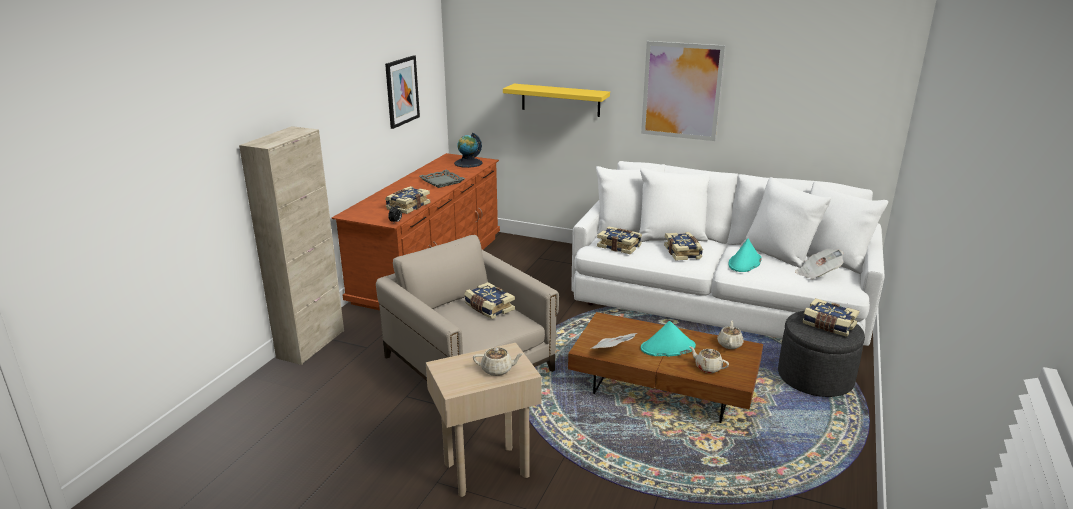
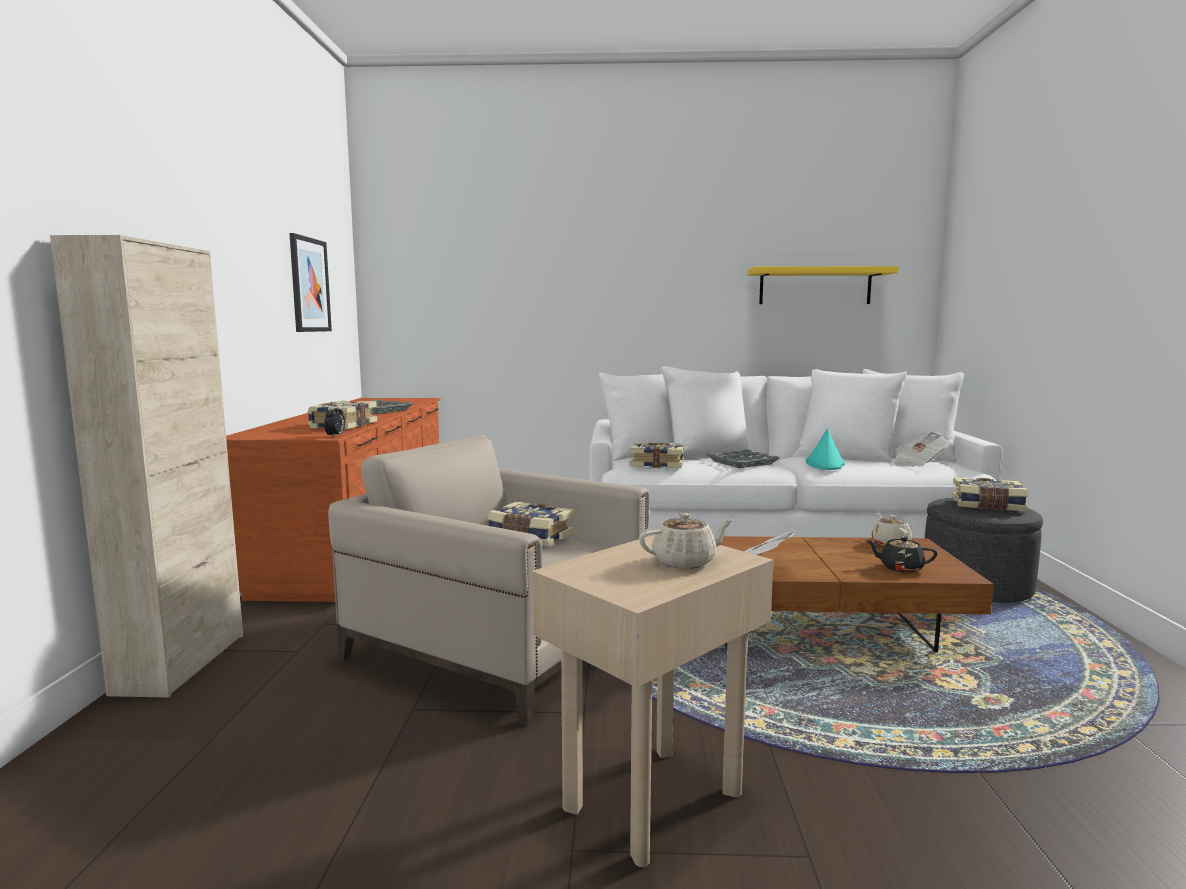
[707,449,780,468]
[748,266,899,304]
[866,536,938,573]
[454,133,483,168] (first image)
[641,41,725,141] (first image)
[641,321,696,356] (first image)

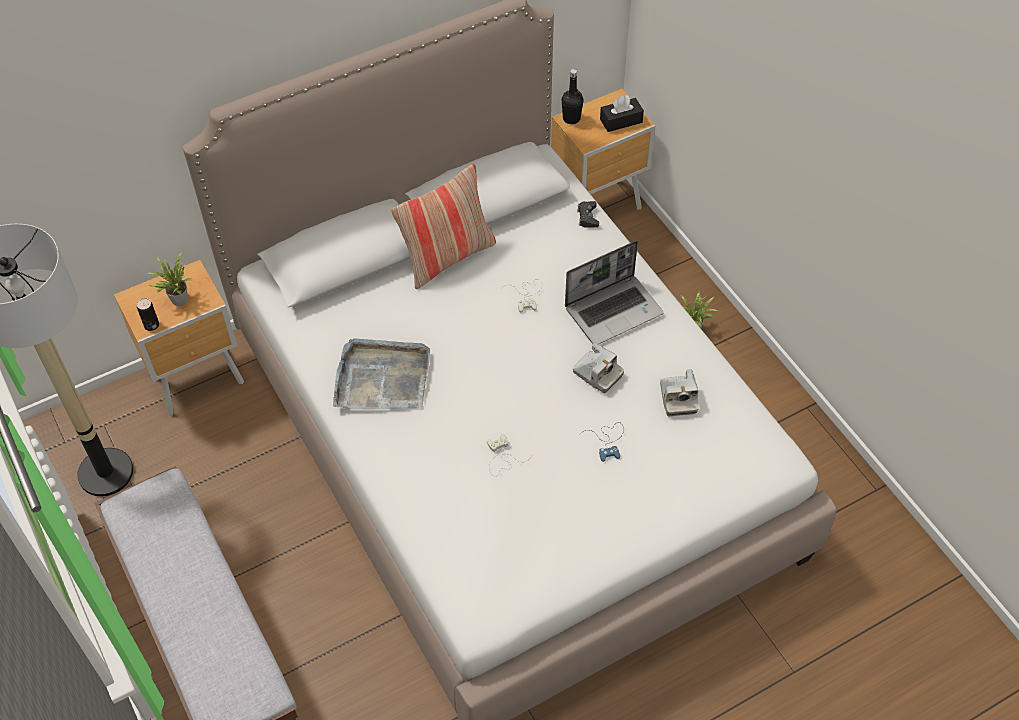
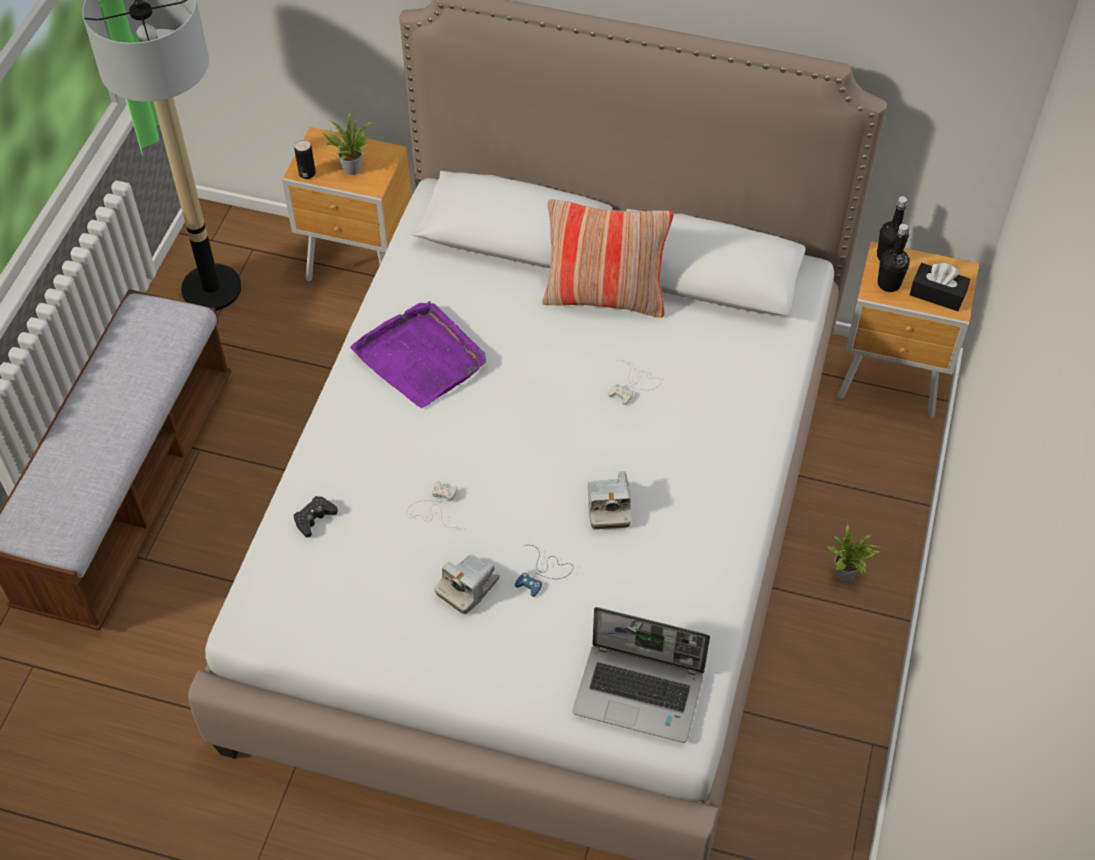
[293,496,338,537]
[350,301,486,408]
[434,554,500,614]
[573,607,710,743]
[877,224,910,292]

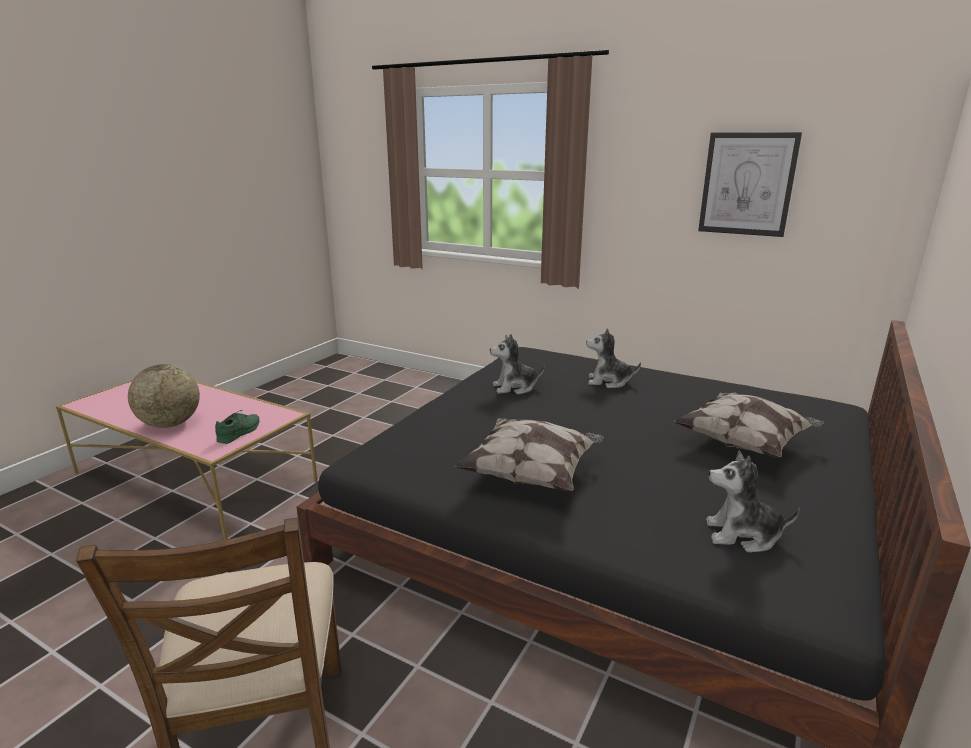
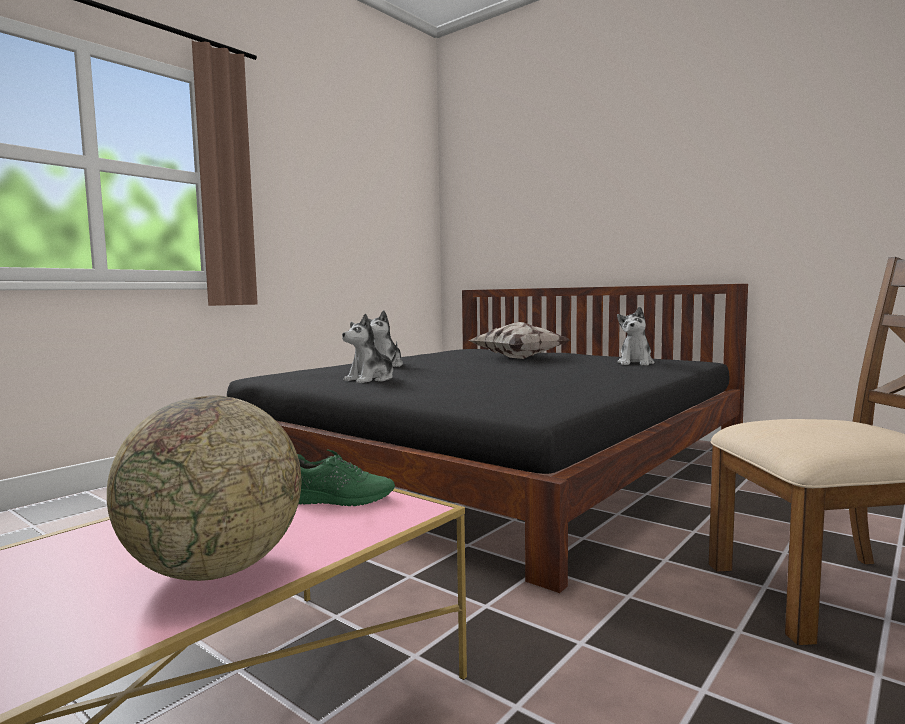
[297,450,395,506]
[342,314,397,383]
[455,418,604,491] (first image)
[698,132,802,237] (first image)

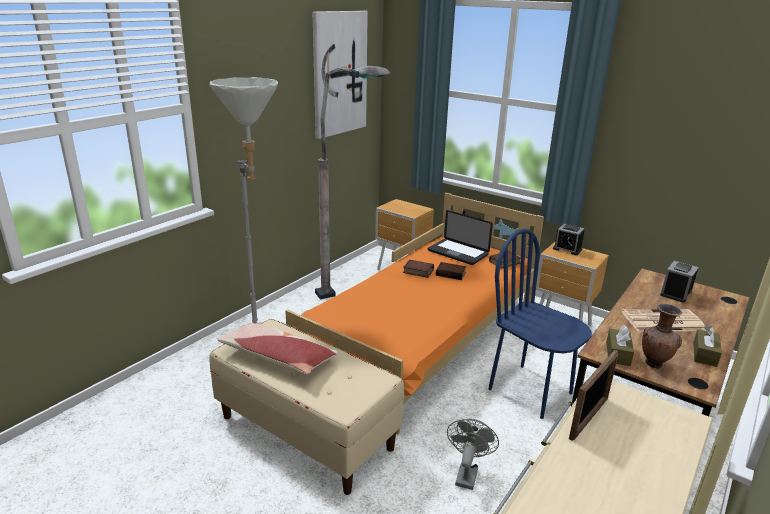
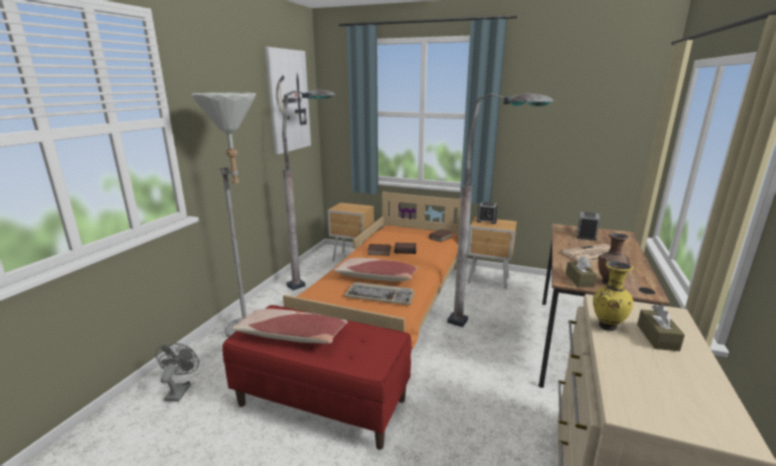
[156,343,199,402]
[222,305,411,450]
[334,258,418,281]
[344,282,414,305]
[447,93,553,327]
[593,261,633,331]
[637,304,685,351]
[428,210,493,265] (first image)

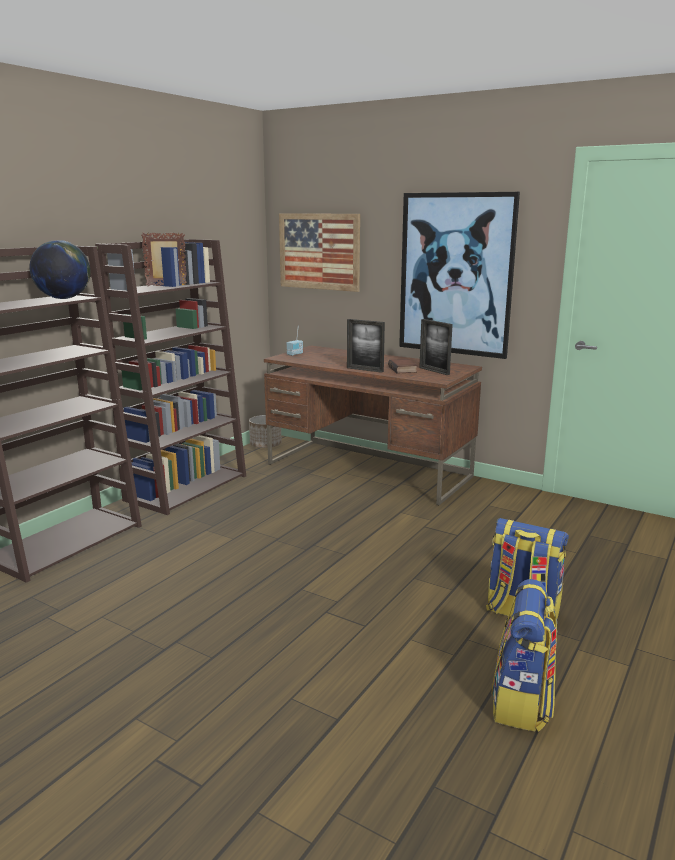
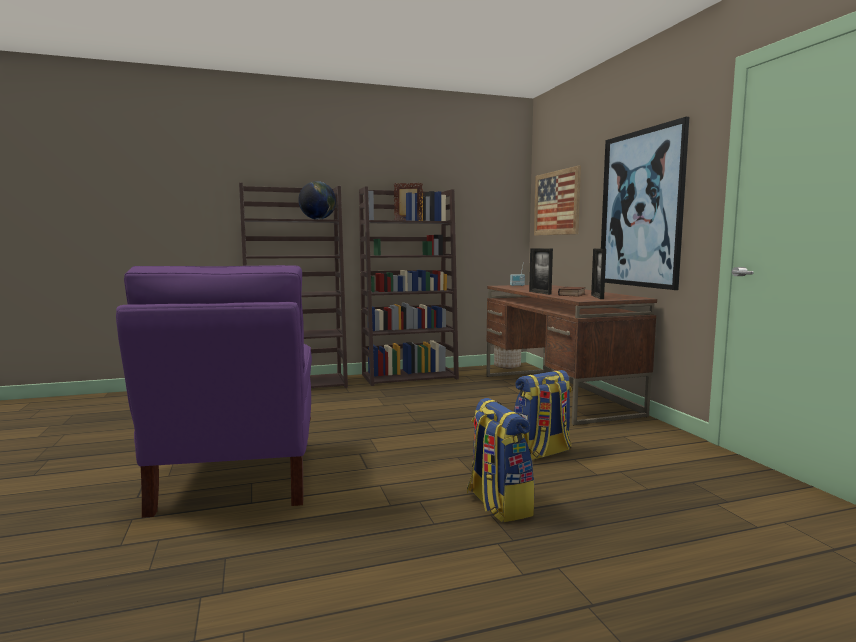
[116,265,312,518]
[514,370,572,460]

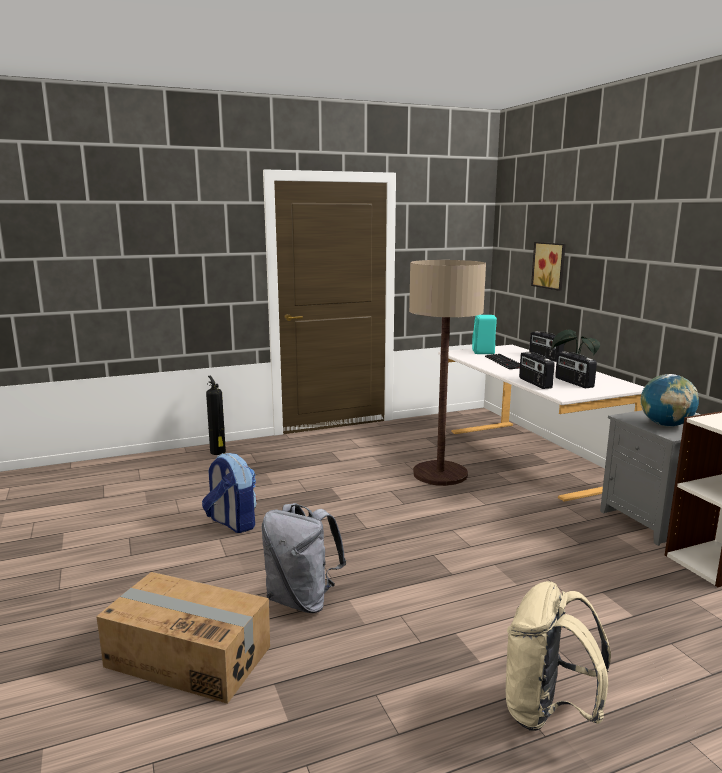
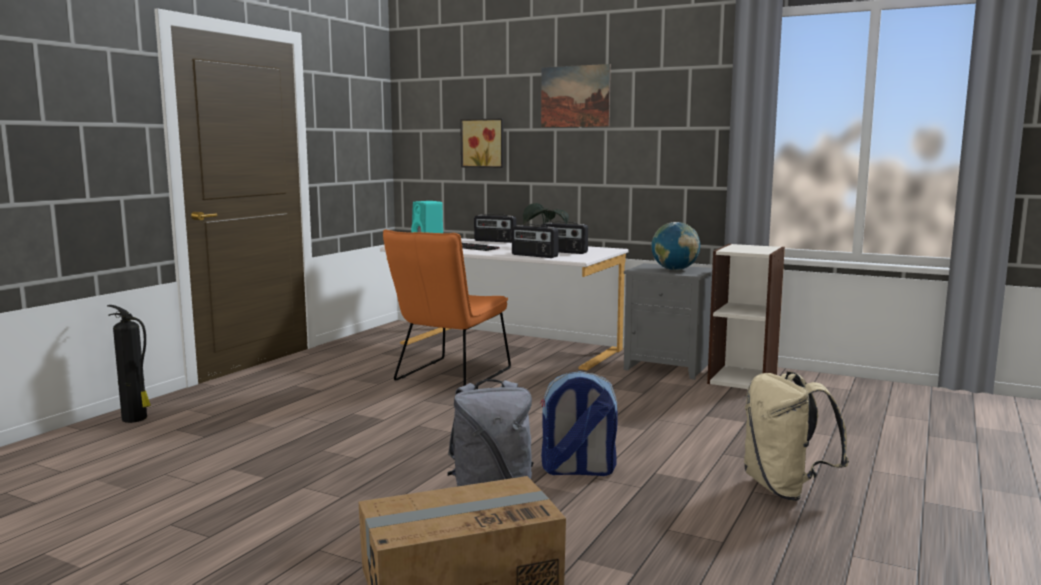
[383,229,511,386]
[540,371,618,476]
[541,64,611,127]

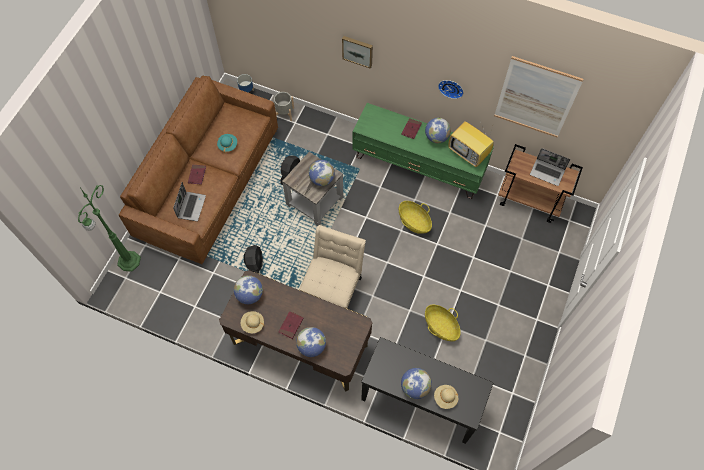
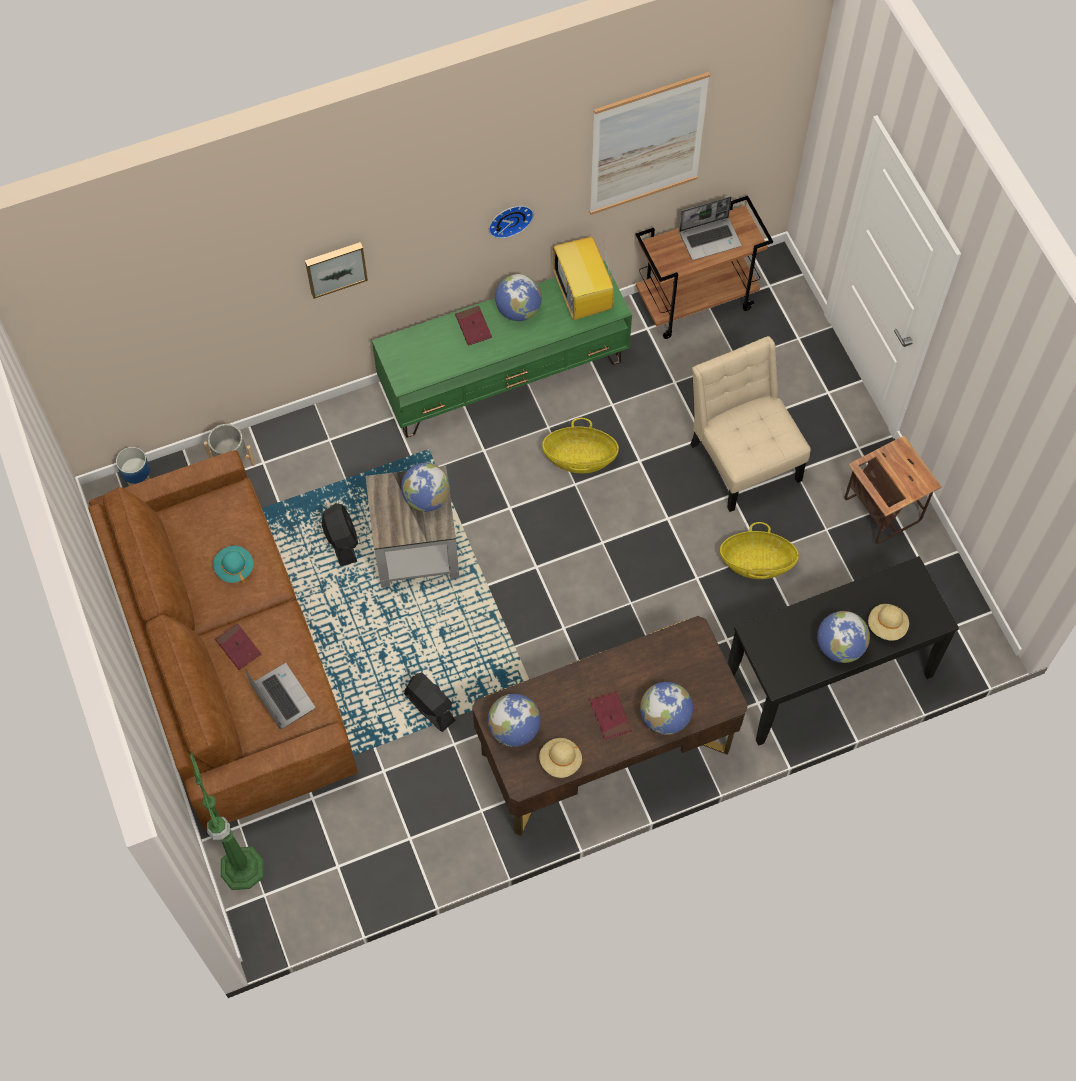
[553,236,614,320]
[690,336,811,512]
[844,436,942,544]

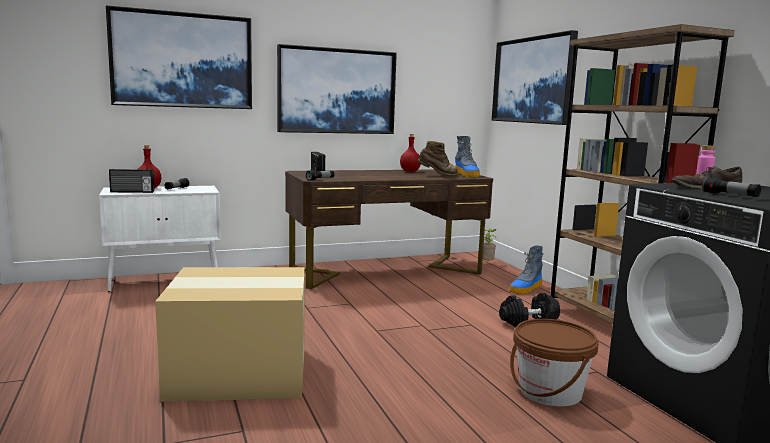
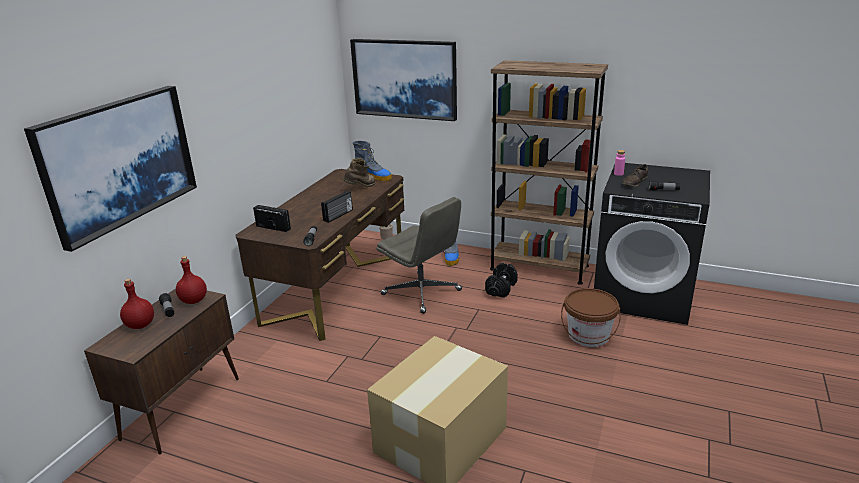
[84,288,239,454]
[176,256,207,304]
[321,191,353,223]
[376,197,462,314]
[277,44,397,134] (first image)

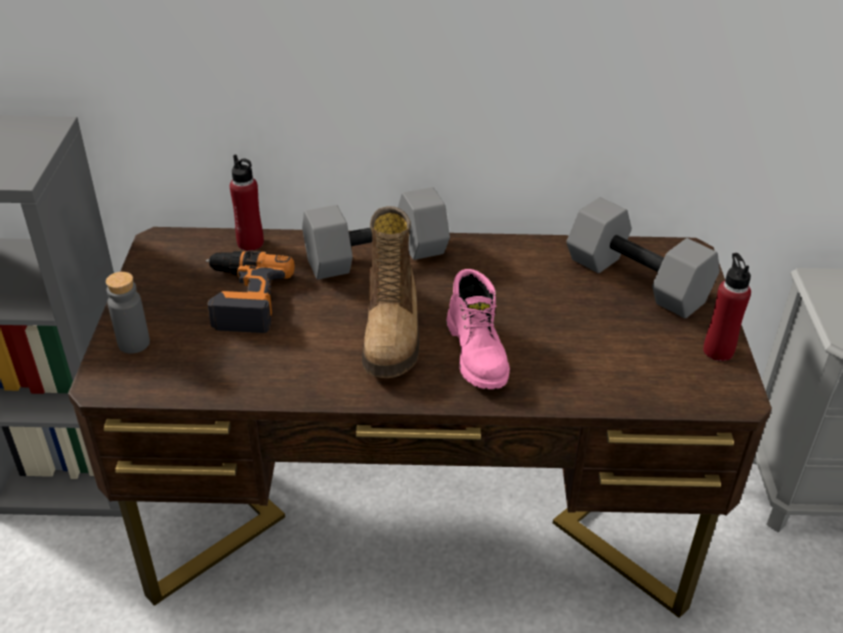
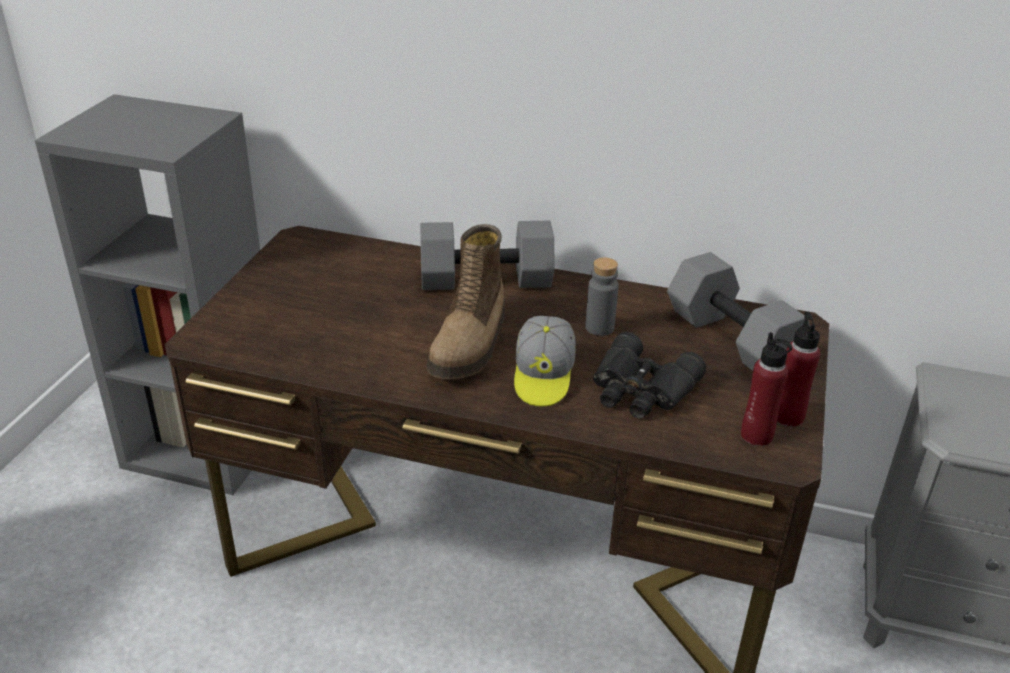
[514,316,575,407]
[585,257,619,336]
[593,331,706,419]
[741,332,792,446]
[206,251,295,333] (first image)

